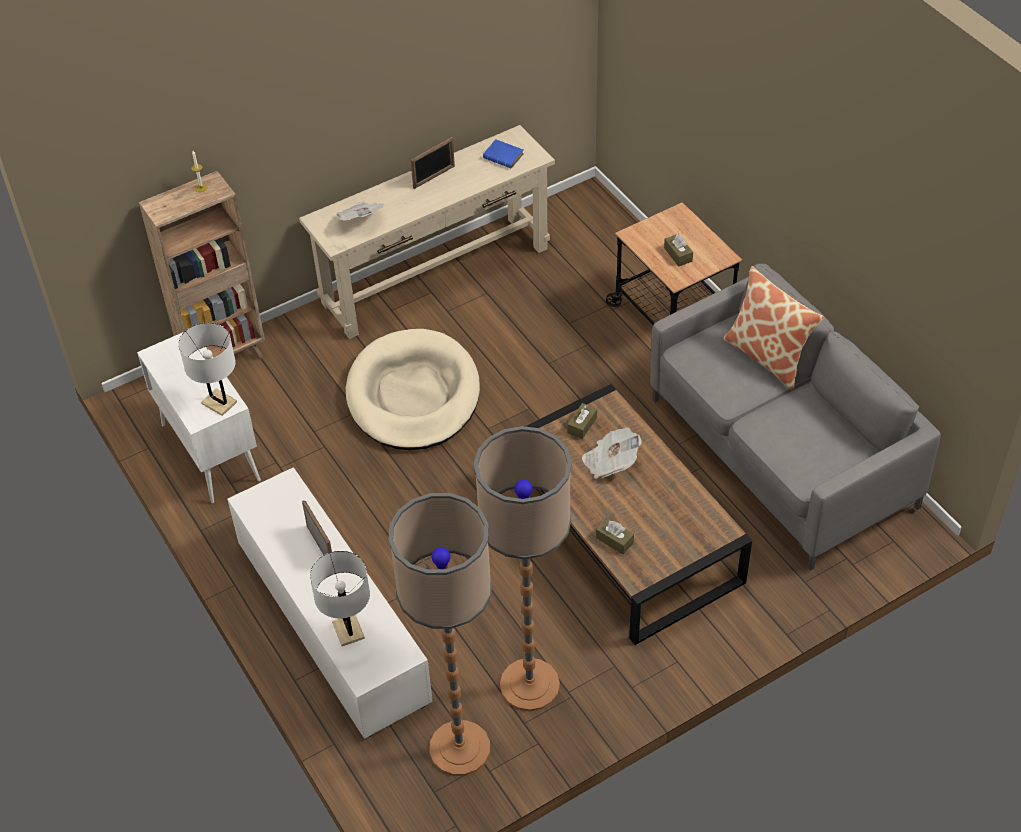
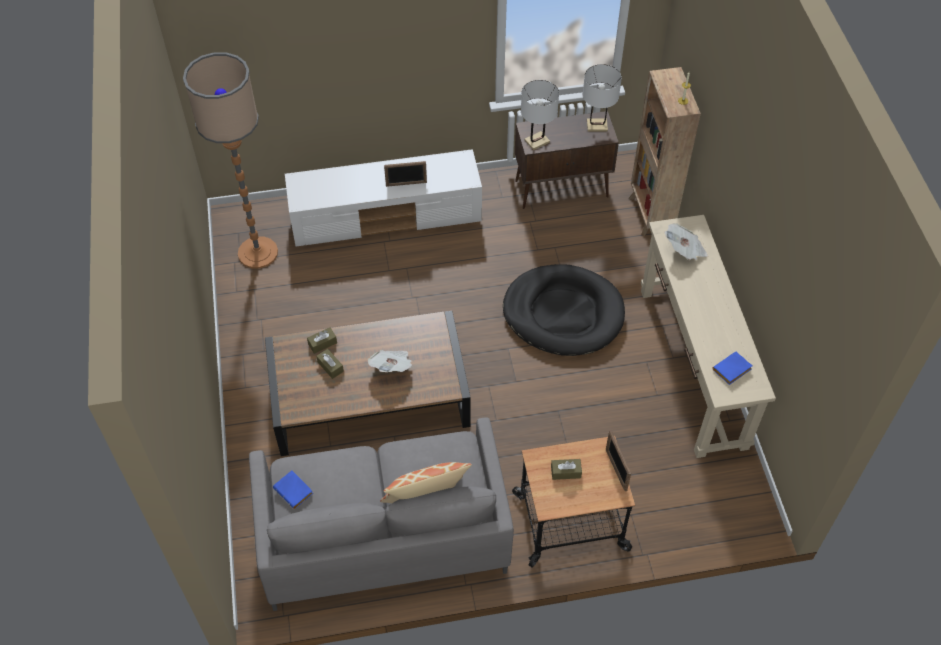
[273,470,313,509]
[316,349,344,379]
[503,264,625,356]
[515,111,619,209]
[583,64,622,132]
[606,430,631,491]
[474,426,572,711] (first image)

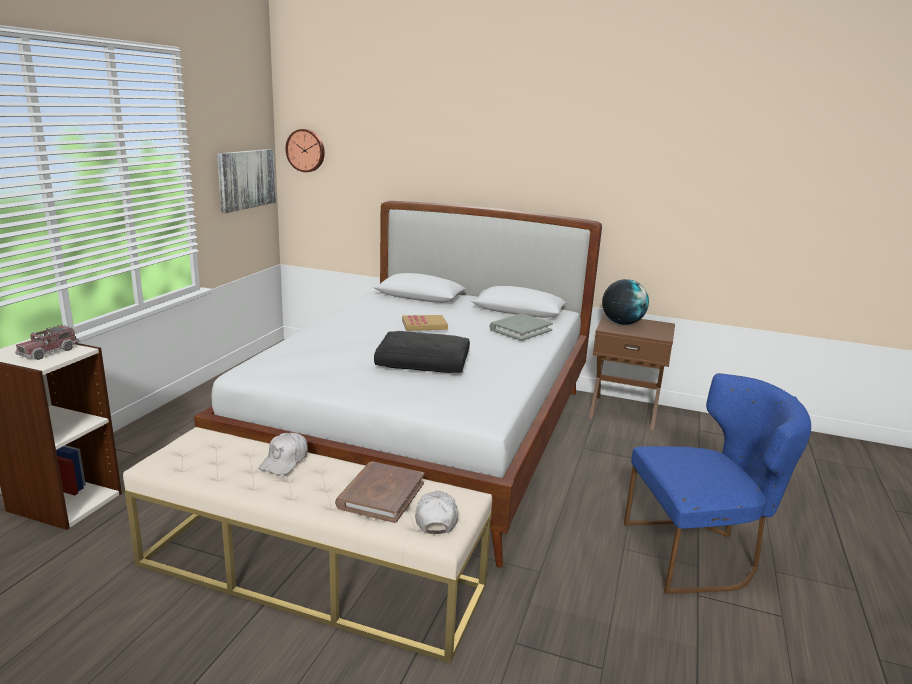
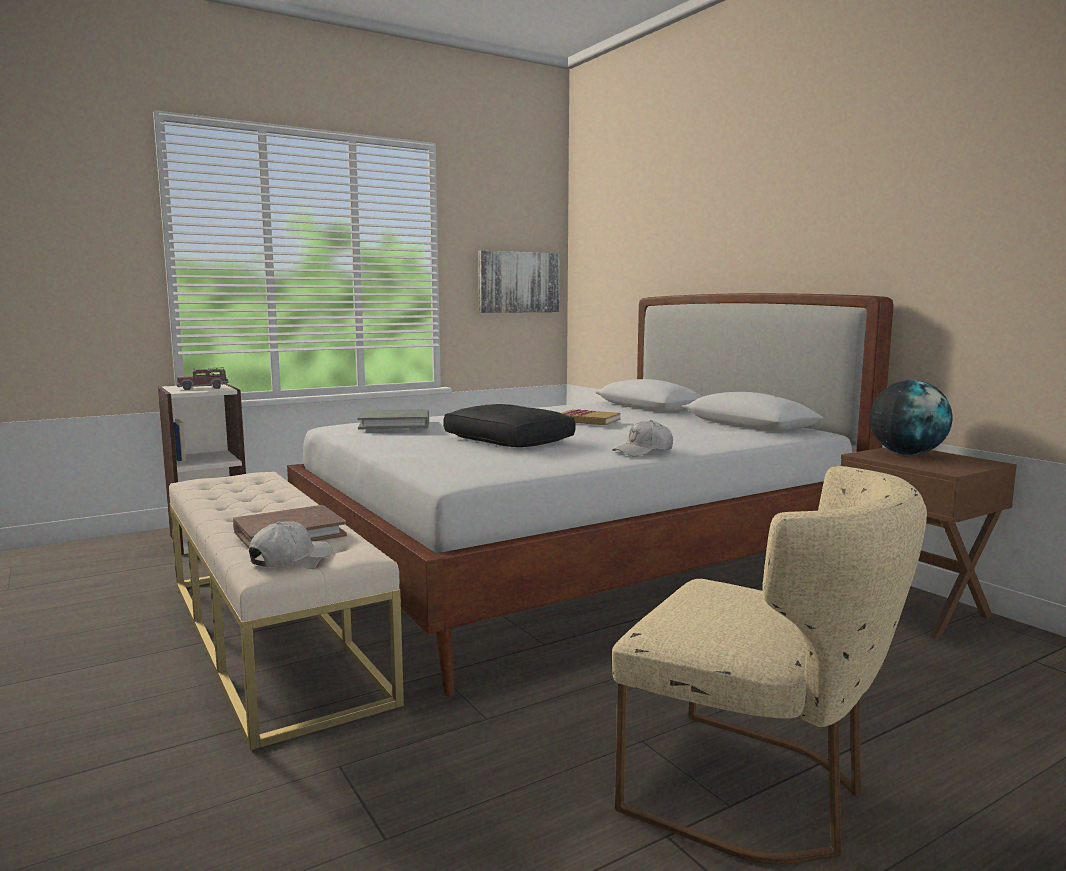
[358,409,429,429]
[612,420,673,456]
[612,466,927,865]
[285,129,325,172] (first image)

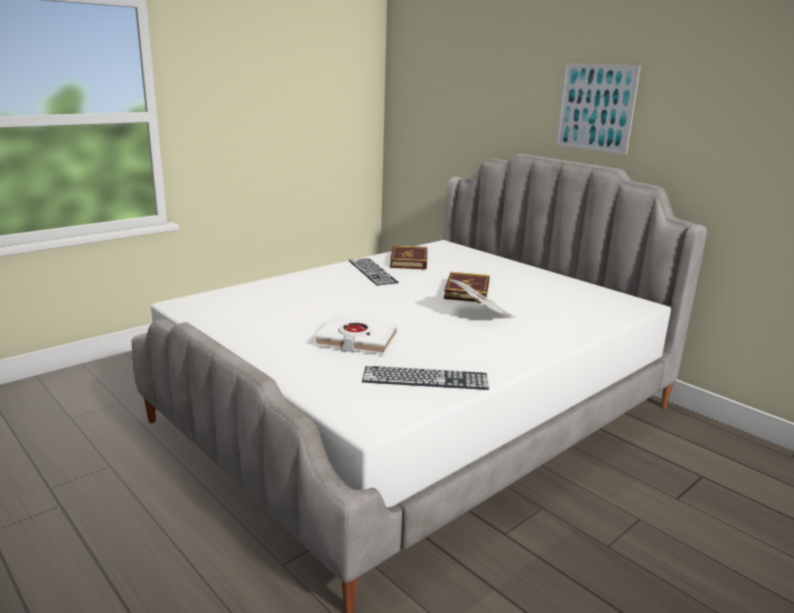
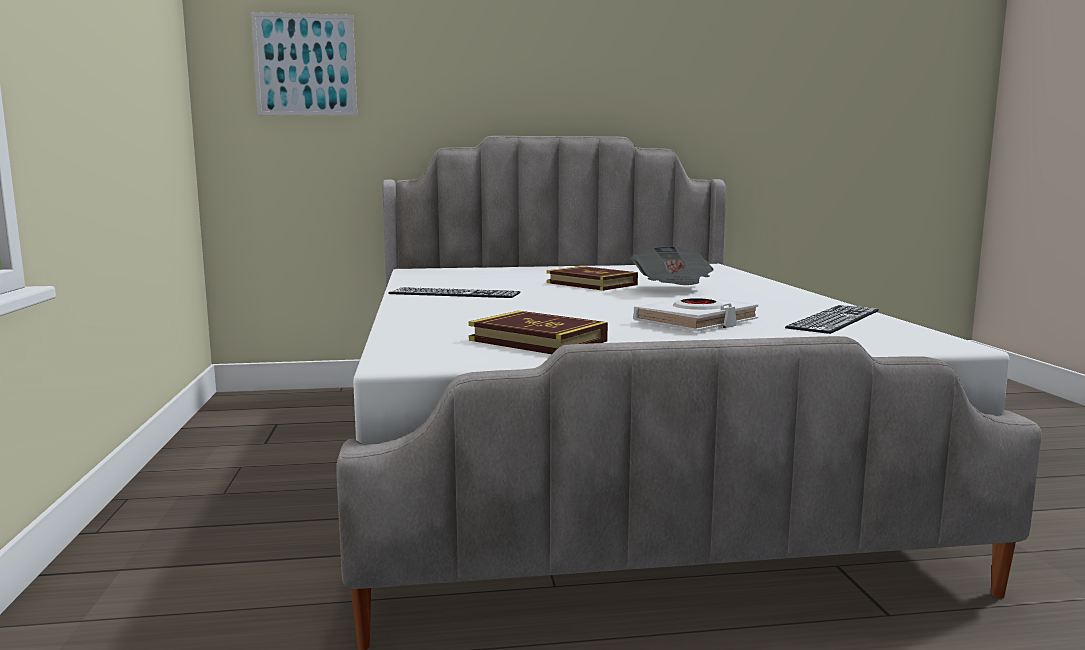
[251,12,357,116]
[469,311,608,354]

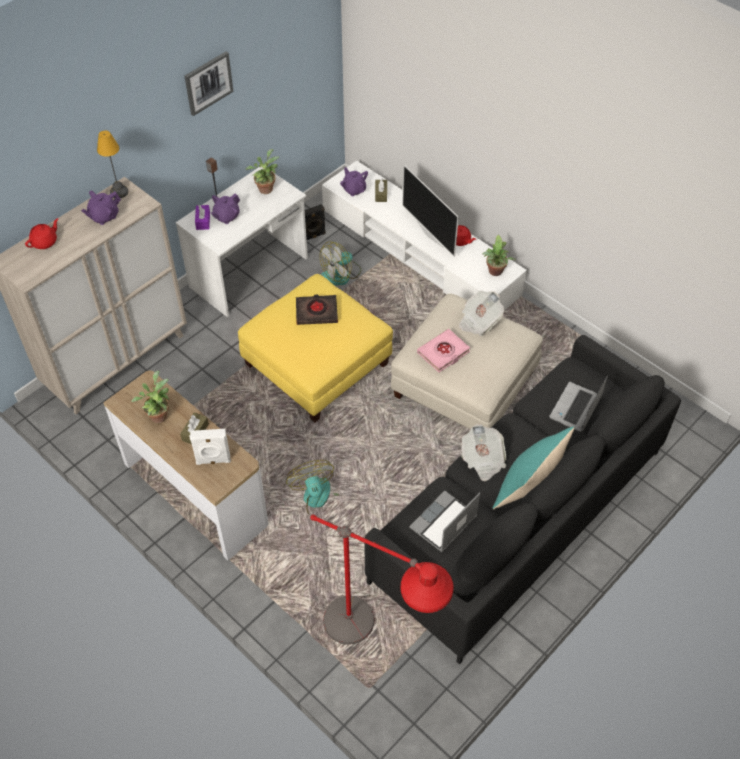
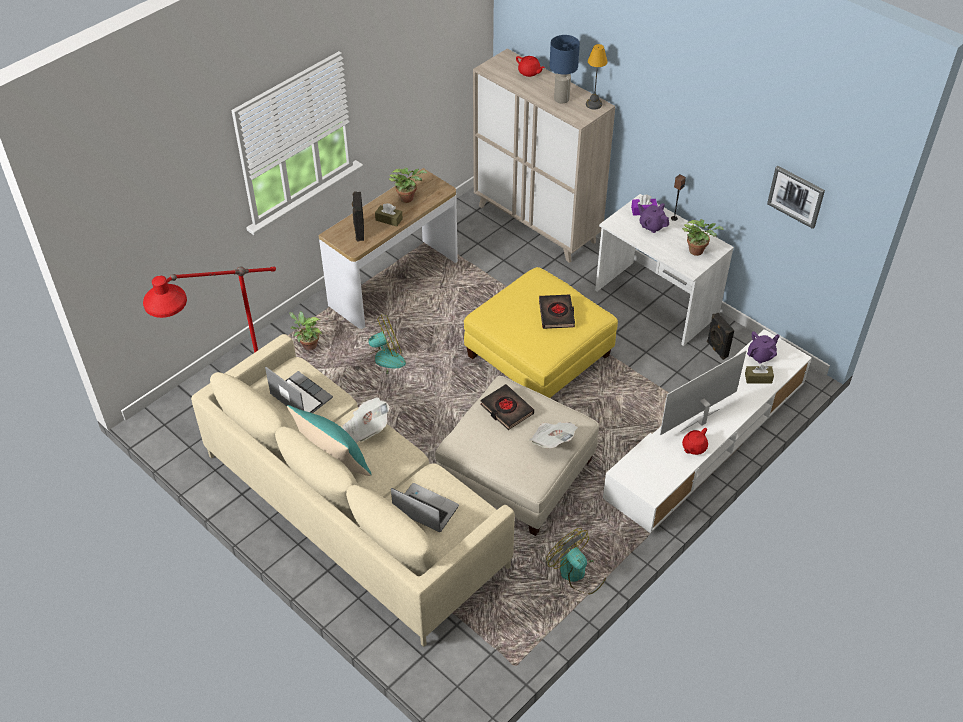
[191,334,515,647]
[290,311,322,350]
[352,191,364,241]
[480,384,534,430]
[546,528,607,595]
[549,35,580,103]
[767,166,825,229]

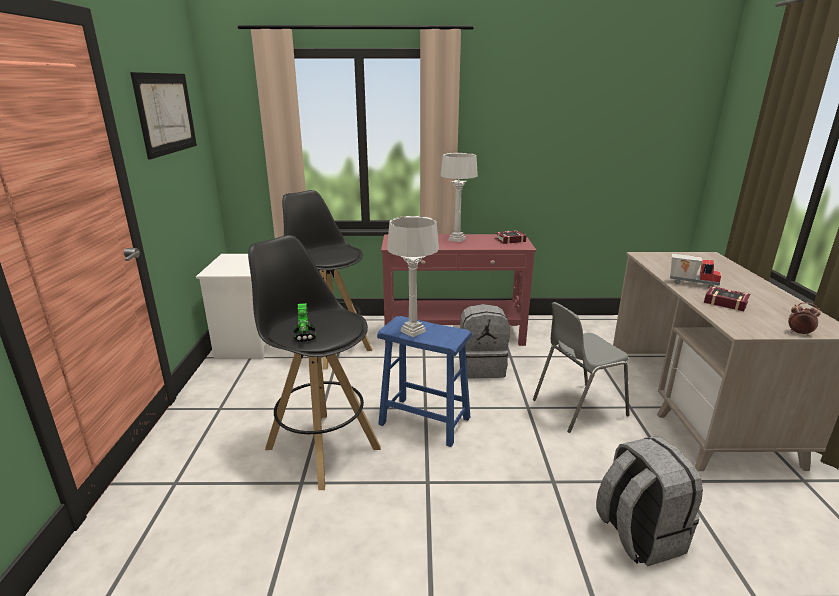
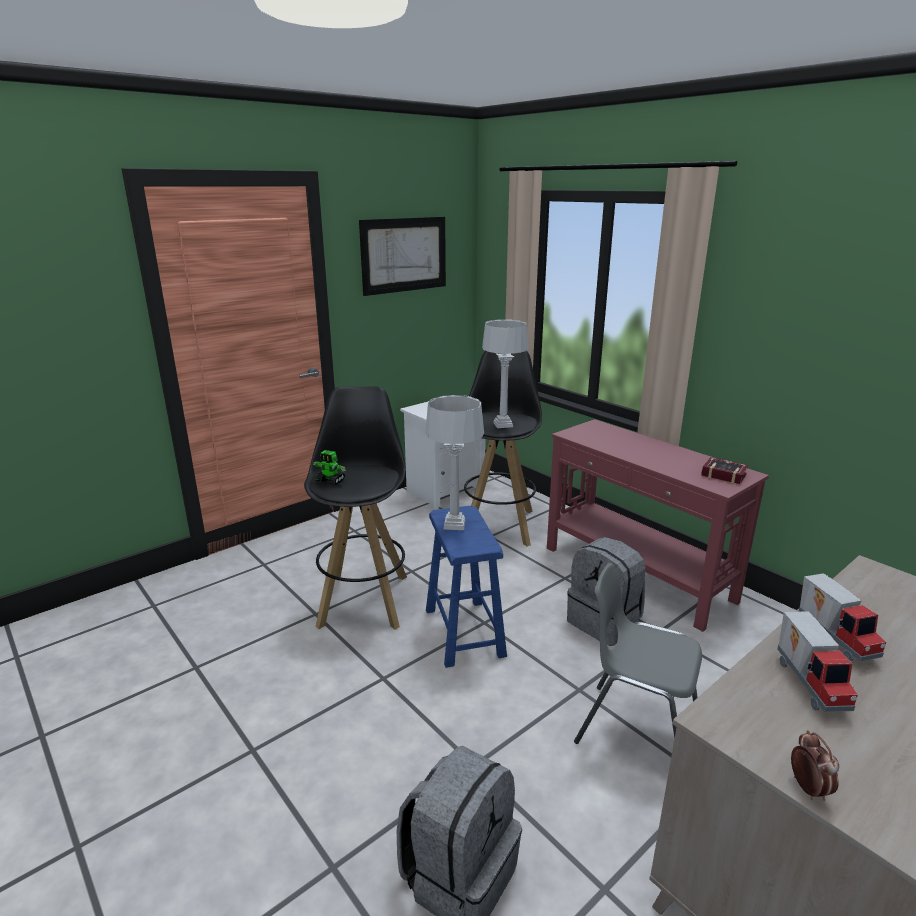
[313,450,346,485]
[482,319,528,428]
[777,611,858,712]

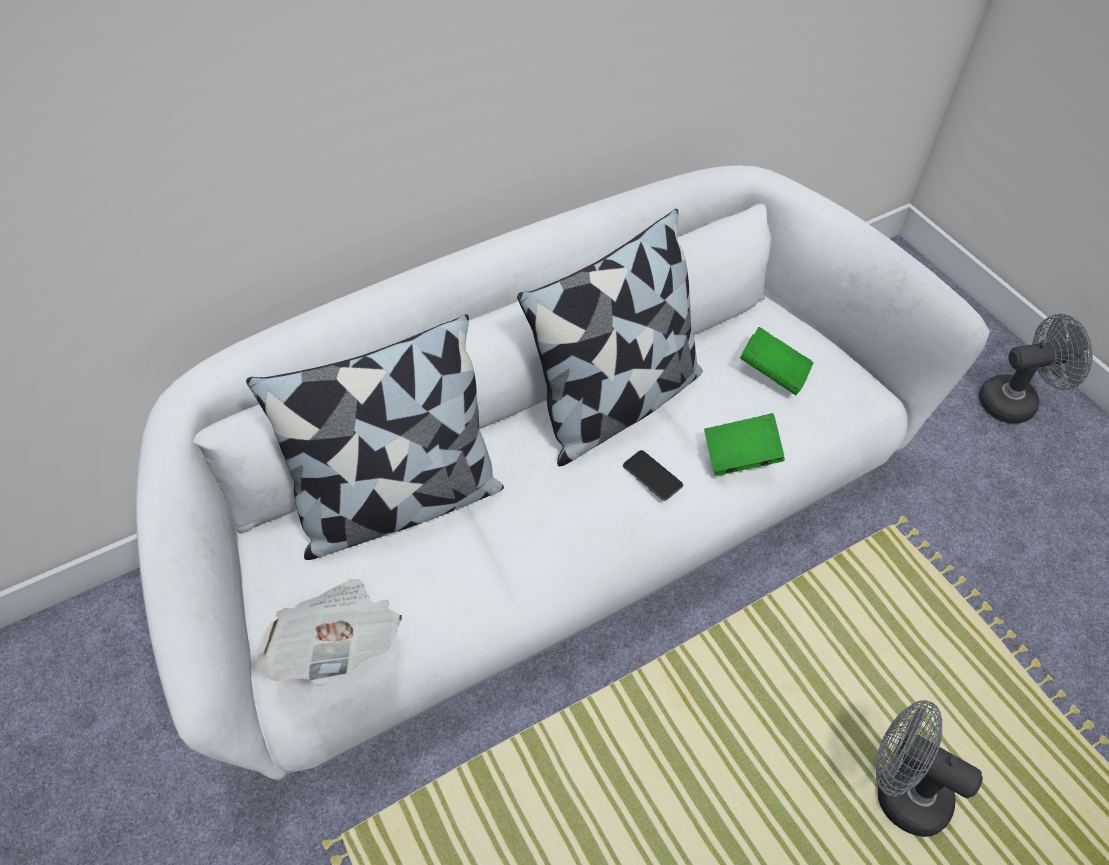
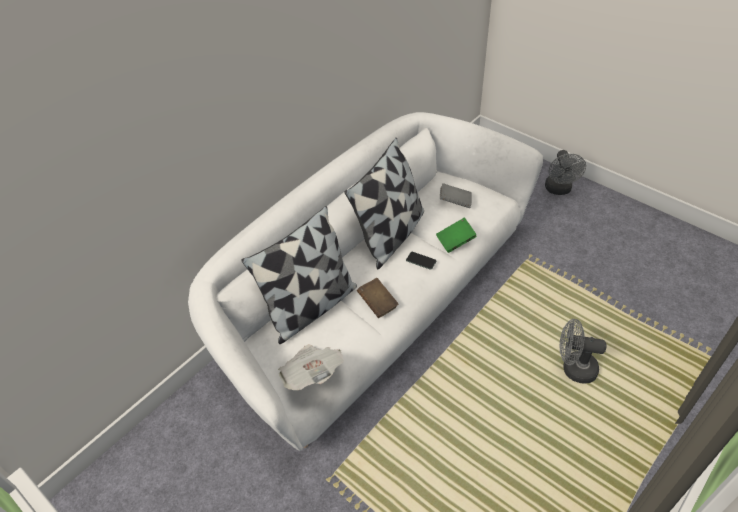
[357,278,399,318]
[440,183,472,208]
[545,150,586,195]

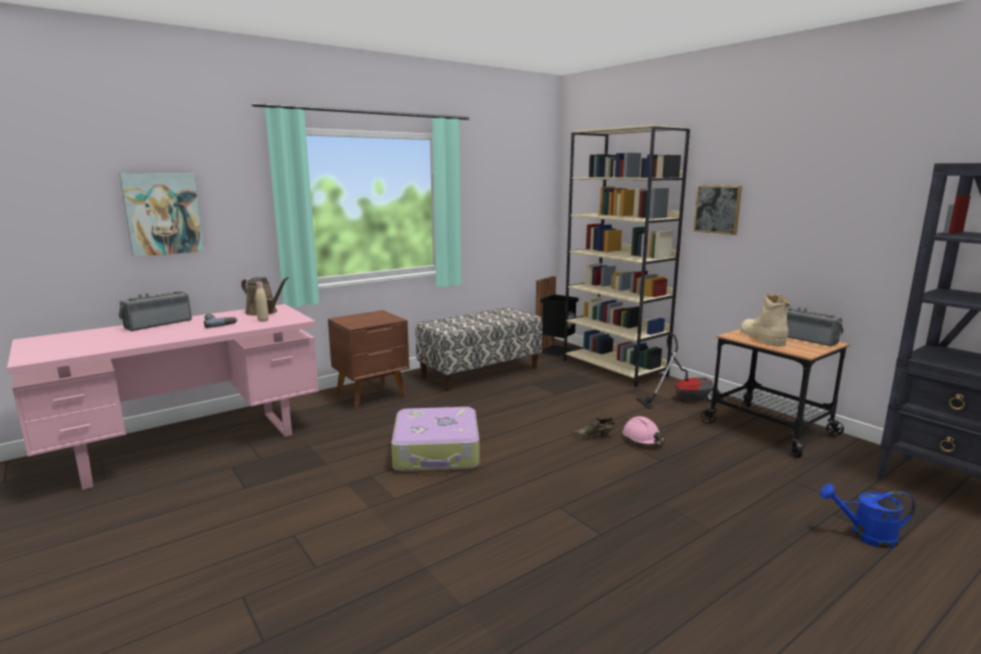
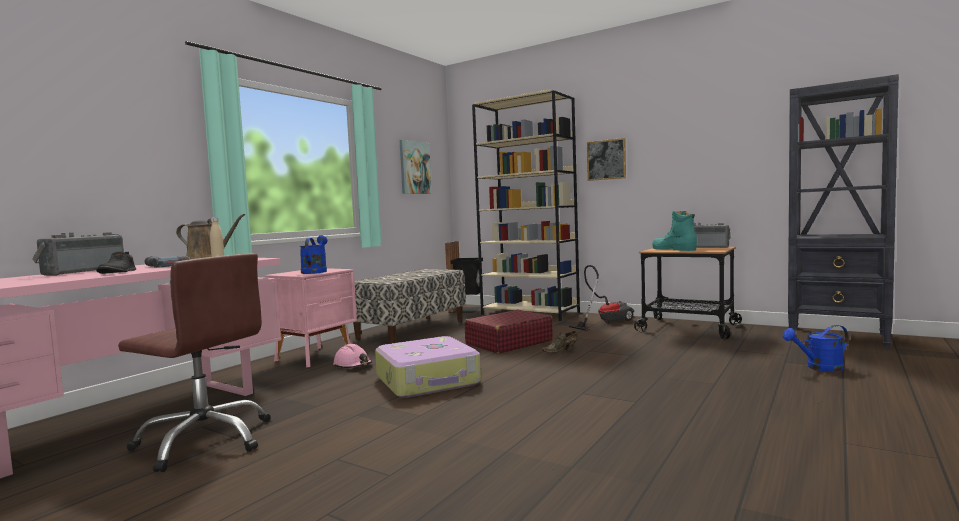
[96,252,136,274]
[118,253,271,472]
[264,268,357,367]
[300,236,327,274]
[333,344,372,368]
[400,140,432,194]
[465,309,553,354]
[652,211,697,251]

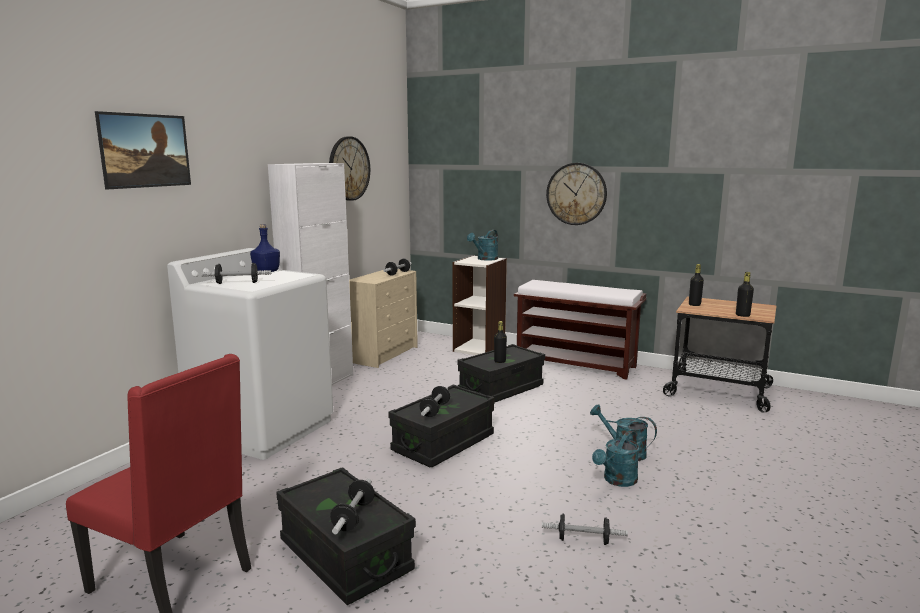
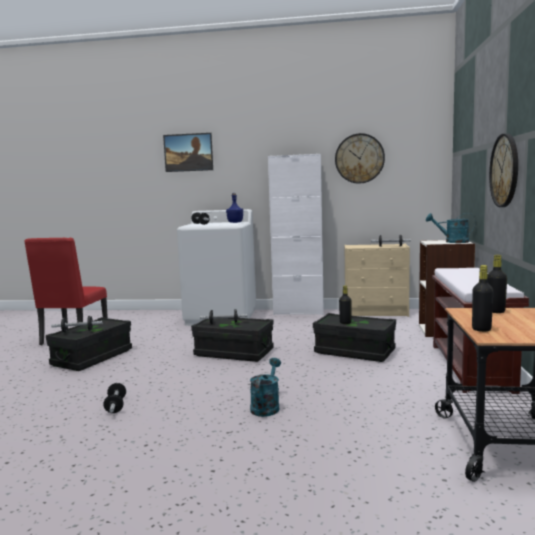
[592,430,639,487] (first image)

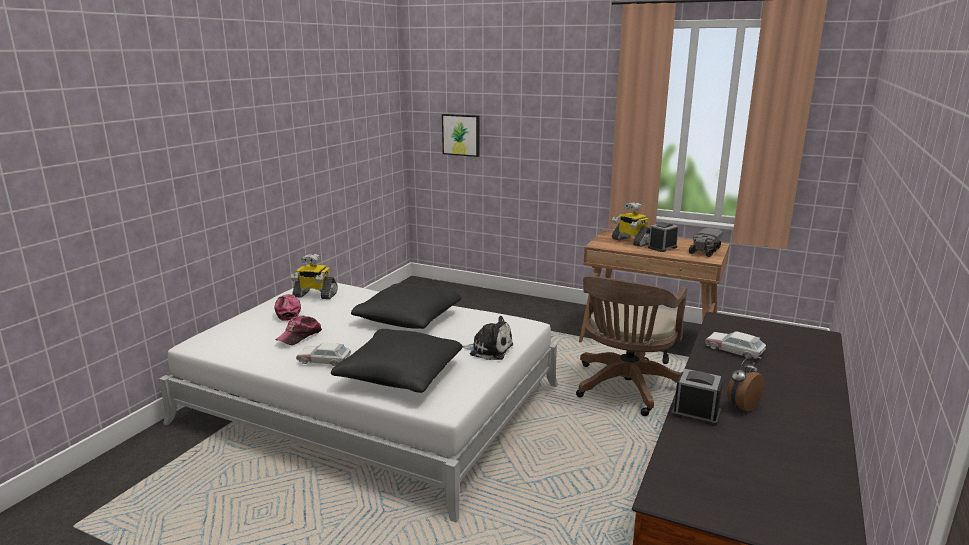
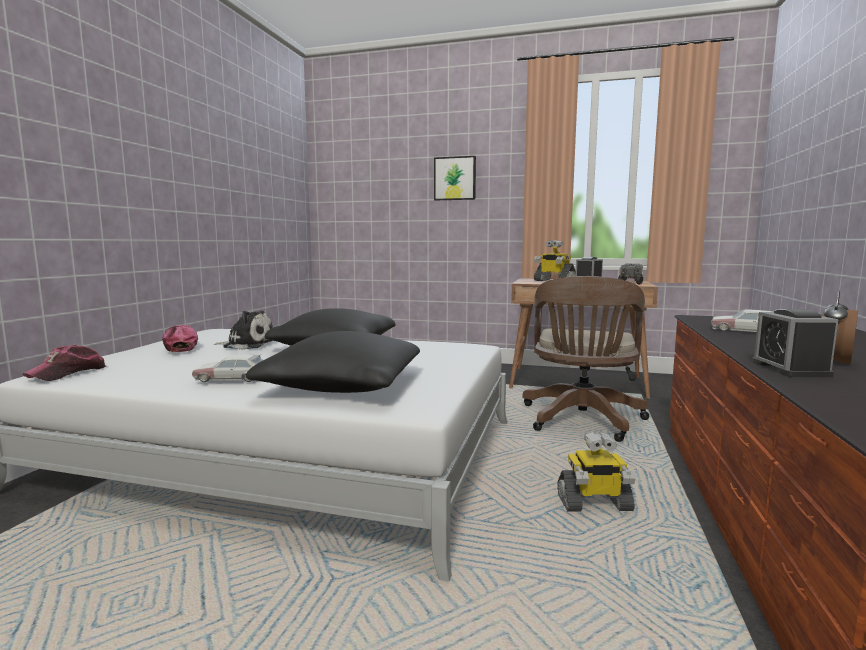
[23,345,107,381]
[214,310,273,350]
[434,156,476,200]
[557,432,636,511]
[752,309,839,377]

